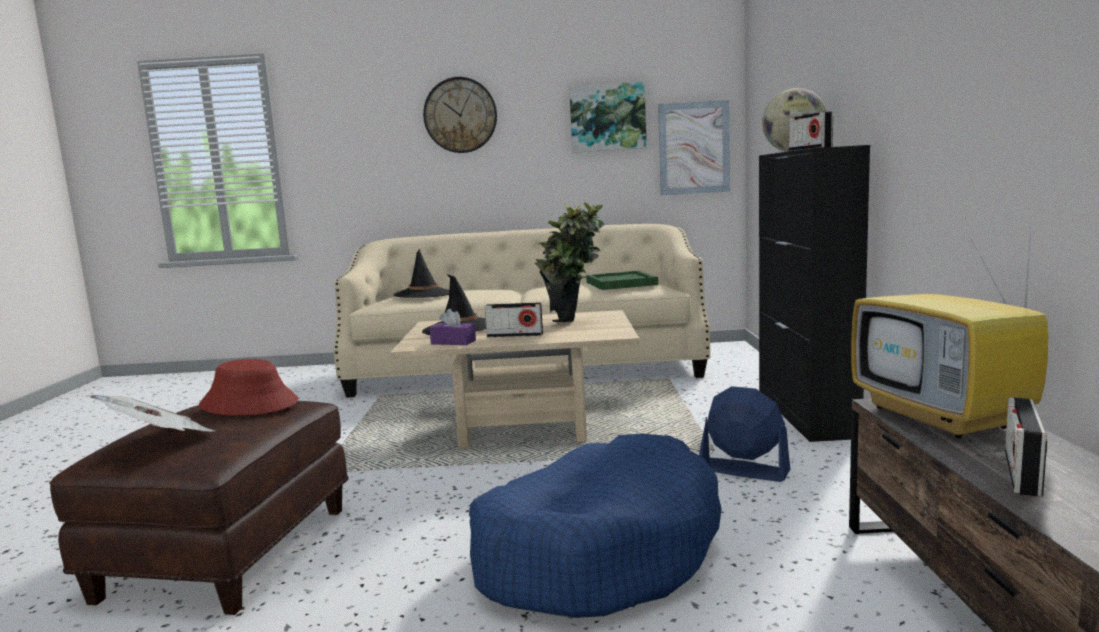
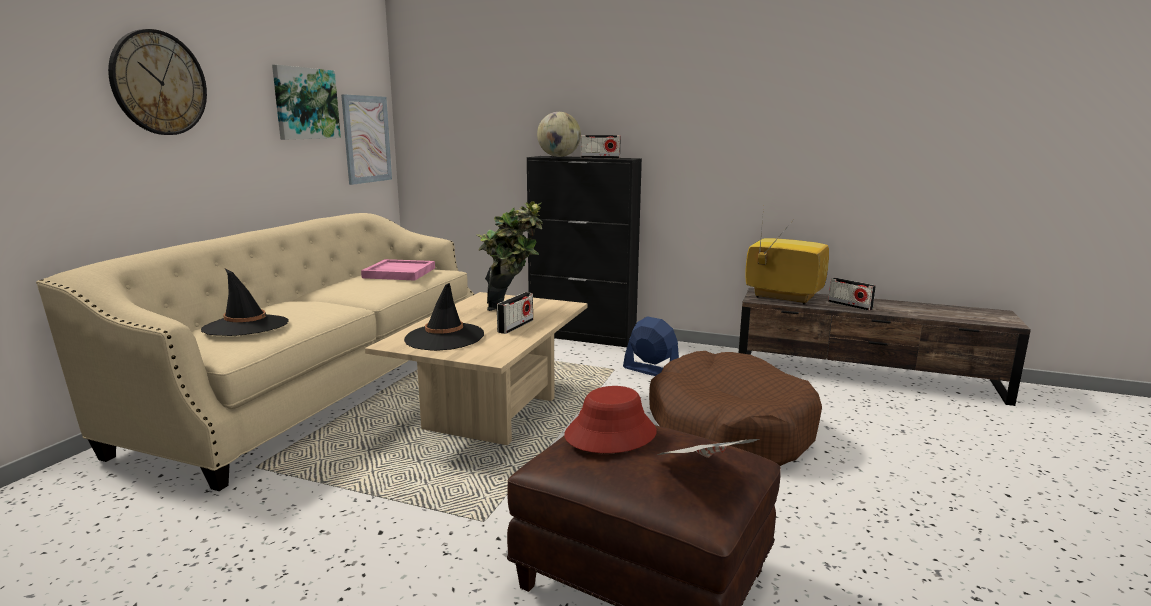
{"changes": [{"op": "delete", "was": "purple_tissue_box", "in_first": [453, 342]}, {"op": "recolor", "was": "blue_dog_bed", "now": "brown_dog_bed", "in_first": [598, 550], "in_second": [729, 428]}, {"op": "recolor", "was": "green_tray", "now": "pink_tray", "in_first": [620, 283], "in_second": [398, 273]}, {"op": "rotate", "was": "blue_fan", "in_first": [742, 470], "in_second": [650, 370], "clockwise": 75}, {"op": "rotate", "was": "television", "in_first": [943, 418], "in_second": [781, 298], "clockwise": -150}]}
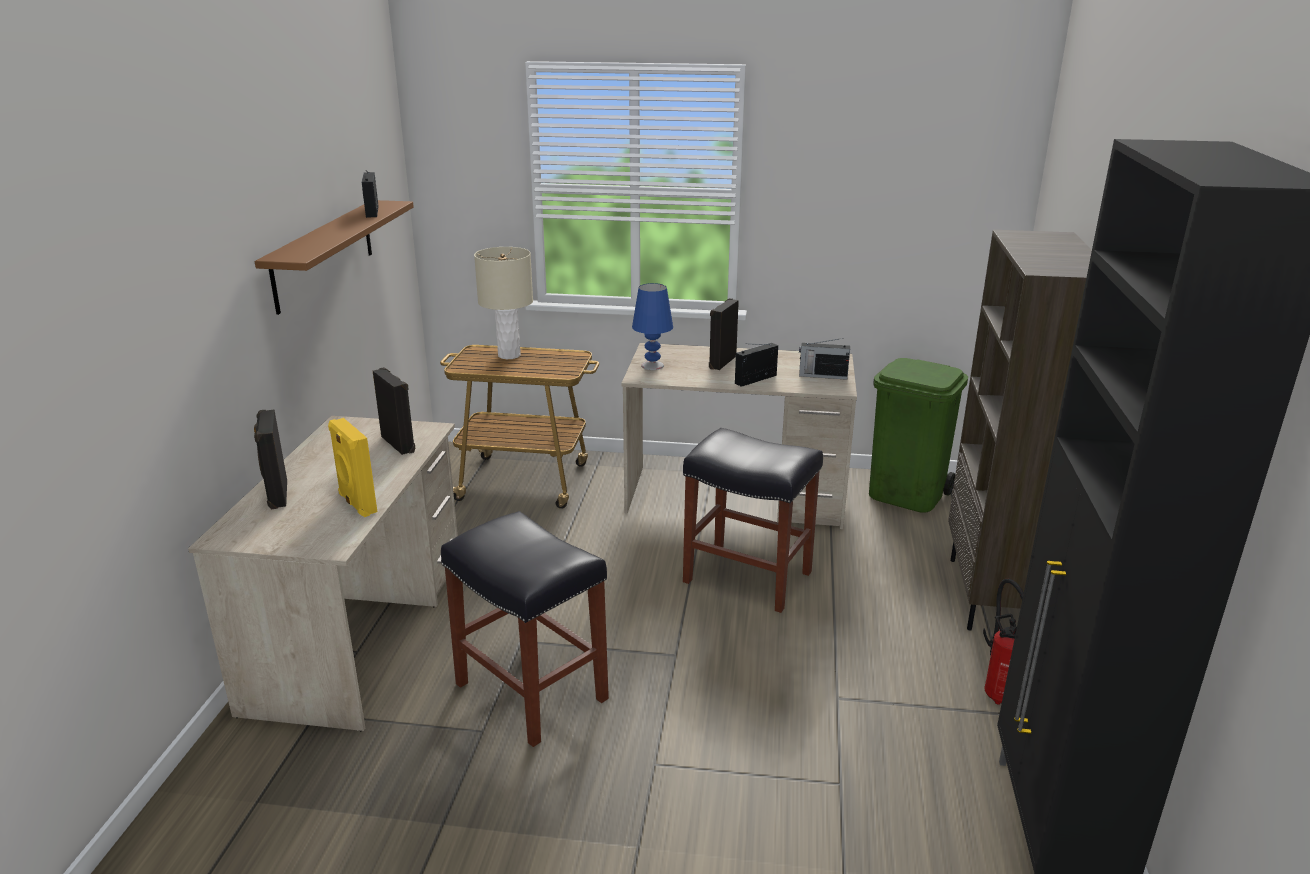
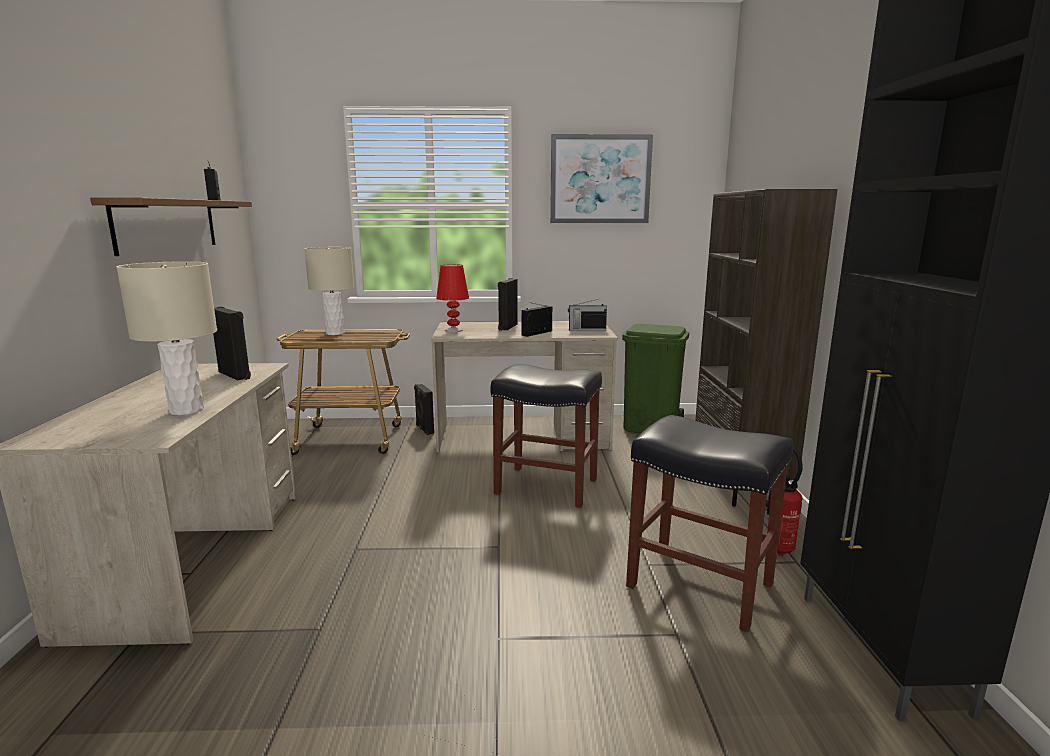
{"changes": [{"op": "move", "was": "black_speaker", "in_first": [277, 495], "in_second": [424, 429]}, {"op": "replace", "was": "yellow_speaker", "now": "beige_table_lamp", "in_first": [356, 504], "in_second": [187, 410]}, {"op": "move", "was": "black_stool", "in_first": [533, 692], "in_second": [702, 585]}, {"op": "recolor", "was": "blue_table_lamp", "now": "red_table_lamp", "in_first": [652, 366], "in_second": [454, 330]}, {"op": "insert", "now": "picture", "in_second": [600, 179]}]}
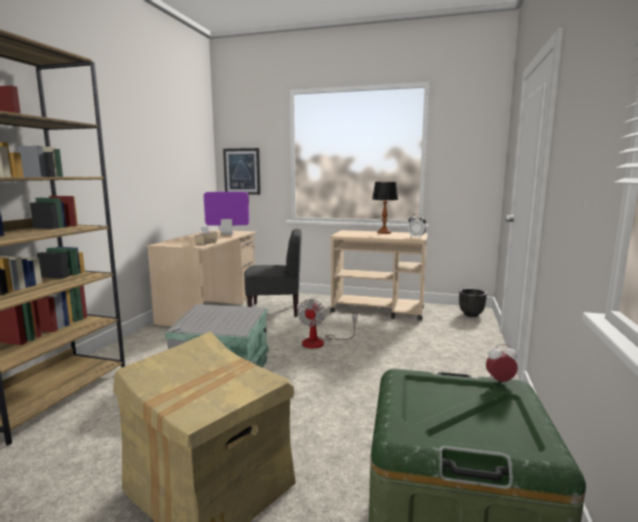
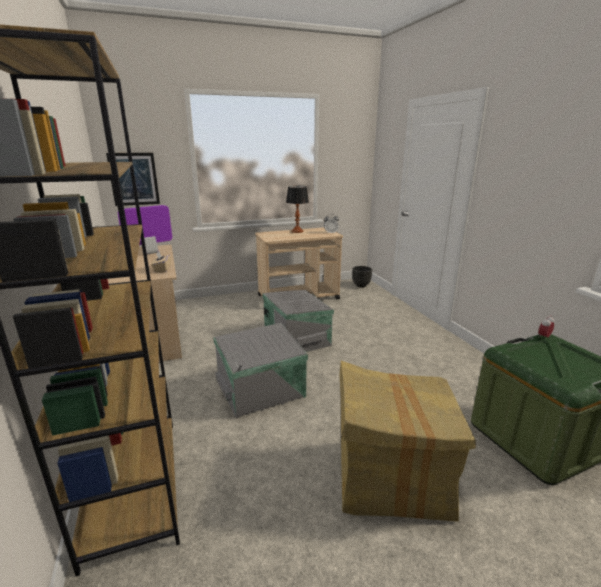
{"changes": [{"op": "delete", "was": "grey_chair", "in_first": [274, 310]}, {"op": "replace", "was": "fan", "now": "grey_storage_box", "in_first": [320, 342], "in_second": [297, 338]}]}
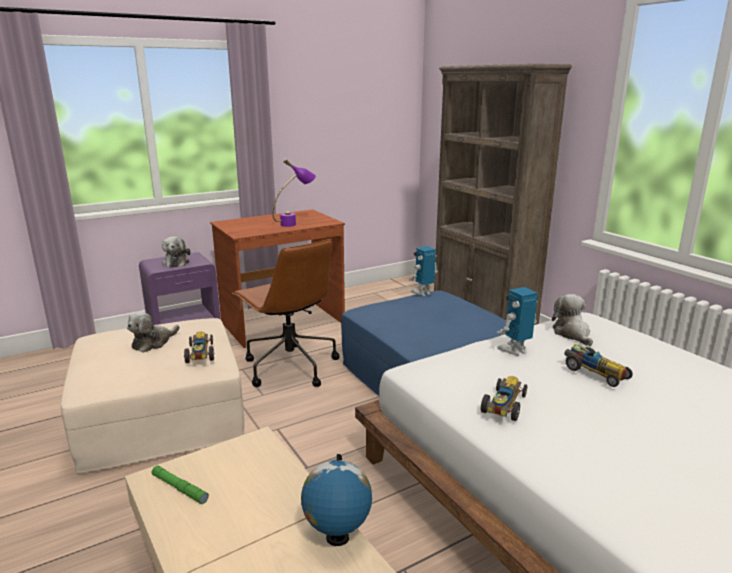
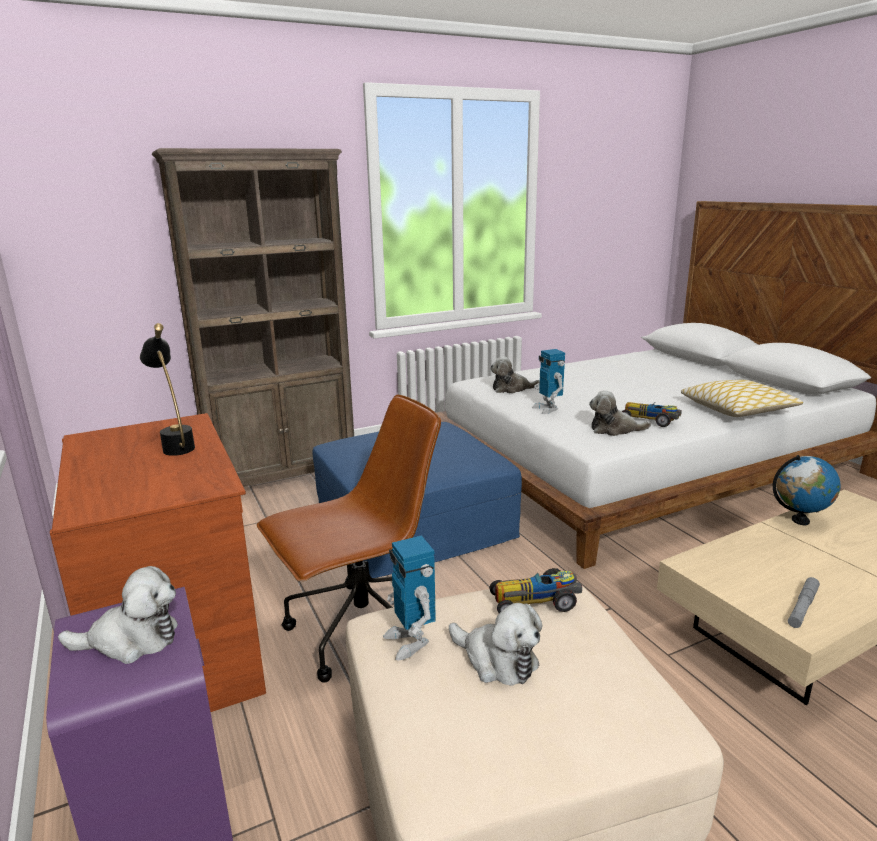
{"changes": [{"op": "recolor", "was": "green_flashlight", "now": "grey_flashlight", "in_first": [179, 488], "in_second": [802, 607]}, {"op": "recolor", "was": "purple_table_lamp", "now": "black_table_lamp", "in_first": [295, 223], "in_second": [175, 444]}, {"op": "move", "was": "toy_robot", "in_first": [422, 293], "in_second": [410, 641]}, {"op": "delete", "was": "toy_car", "in_first": [594, 372]}, {"op": "insert", "now": "plush_toy", "in_second": [614, 429]}, {"op": "insert", "now": "pillow", "in_second": [737, 409]}]}
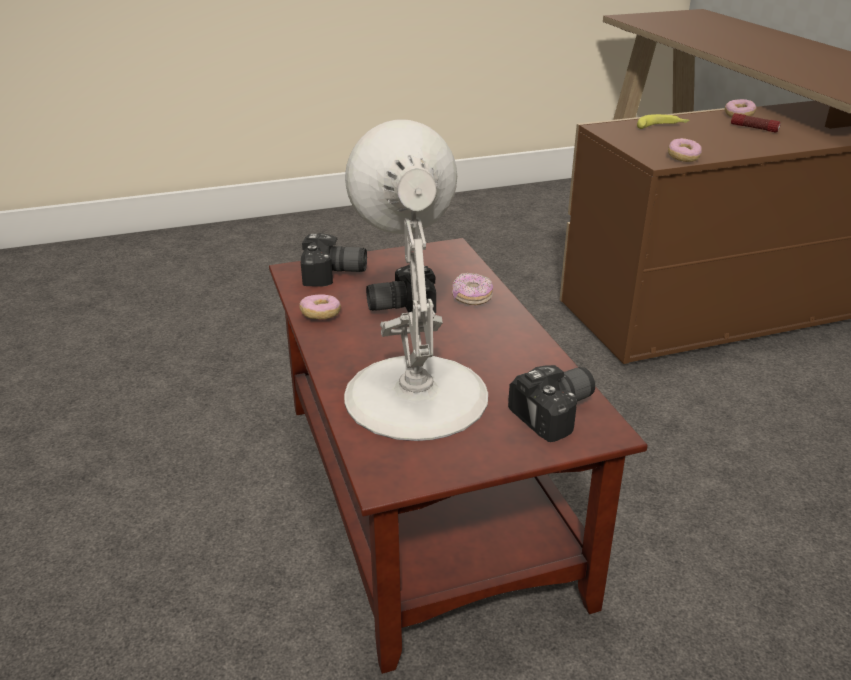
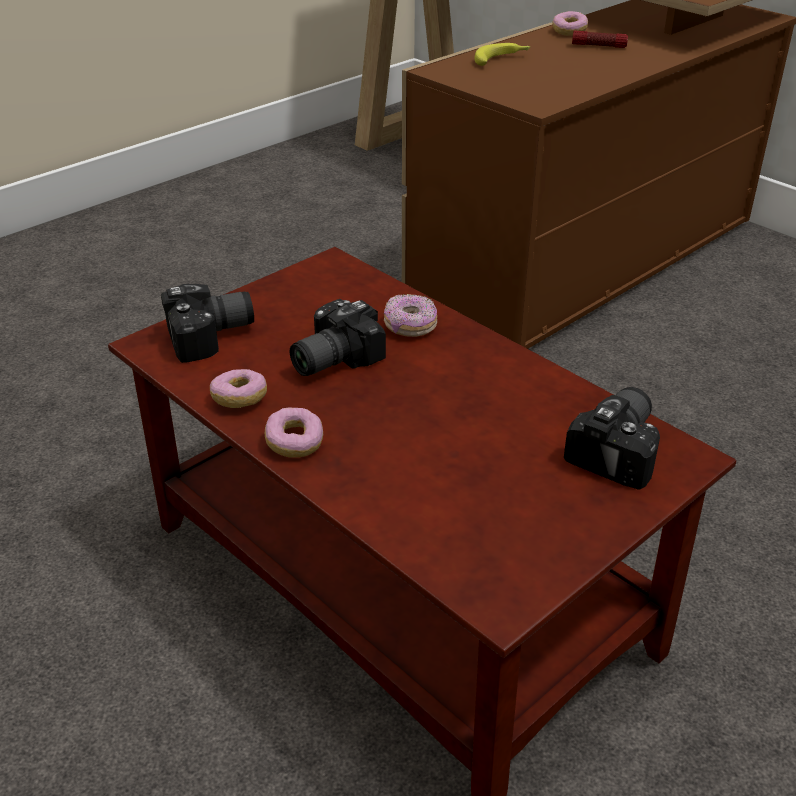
{"changes": [{"op": "delete", "was": "white_table_lamp", "in_first": [415, 393]}, {"op": "move", "was": "donut", "in_first": [683, 157], "in_second": [294, 443]}]}
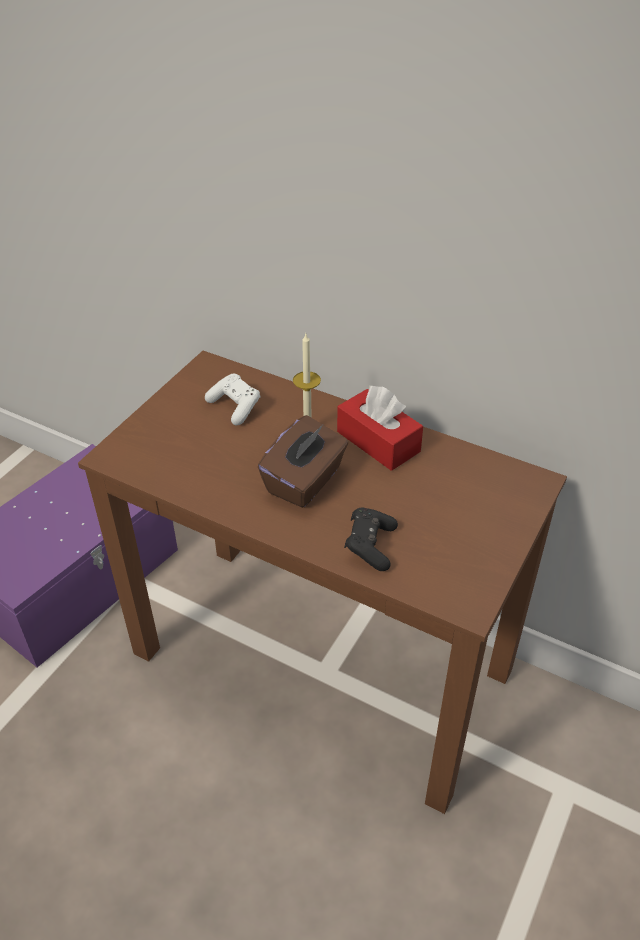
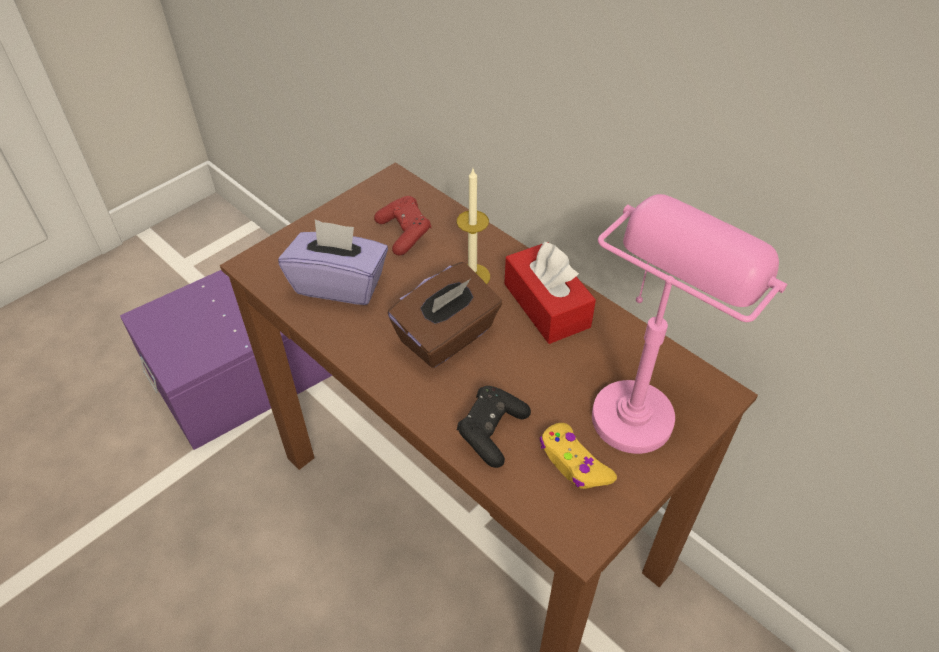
{"changes": [{"op": "recolor", "was": "white_game_controller", "now": "red_game_controller", "in_first": [235, 407], "in_second": [404, 233]}, {"op": "insert", "now": "purple_tissue_box", "in_second": [339, 284]}, {"op": "insert", "now": "yellow_game_controller", "in_second": [573, 463]}, {"op": "insert", "now": "pink_table_lamp", "in_second": [645, 399]}]}
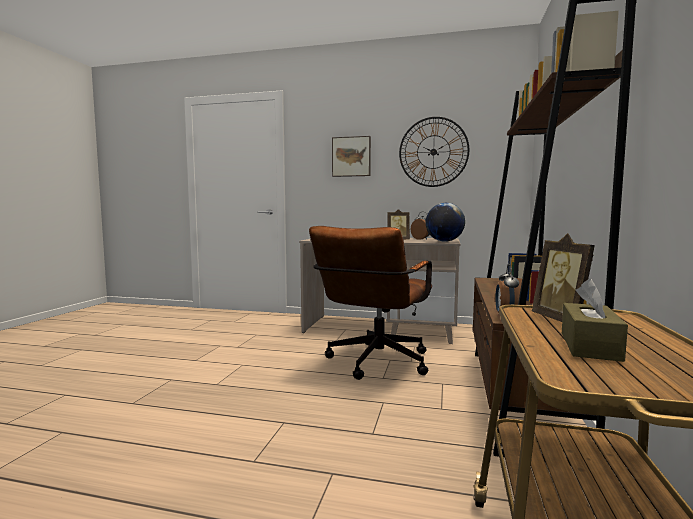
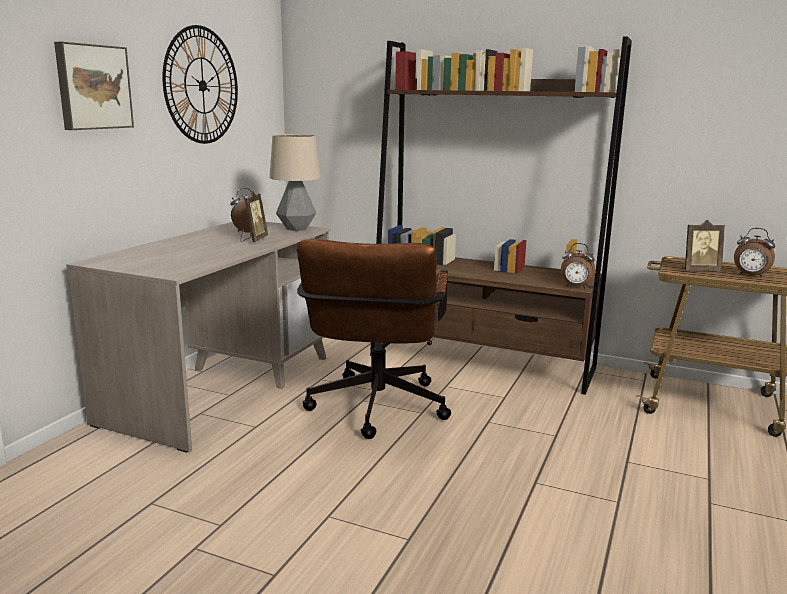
{"changes": [{"op": "rotate", "was": "brown_office_chair", "in_first": [374, 364], "in_second": [375, 411], "clockwise": 60}, {"op": "replace", "was": "globe", "now": "table_lamp", "in_first": [444, 241], "in_second": [296, 228]}, {"op": "replace", "was": "brown_tissue_box", "now": "alarm_clock", "in_first": [589, 346], "in_second": [750, 276]}]}
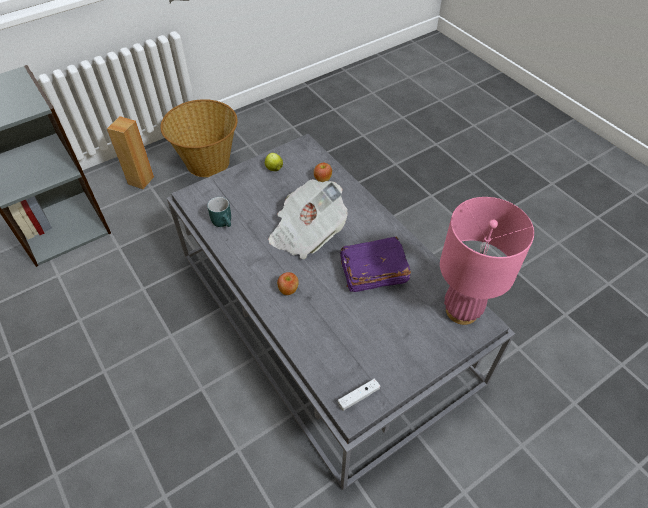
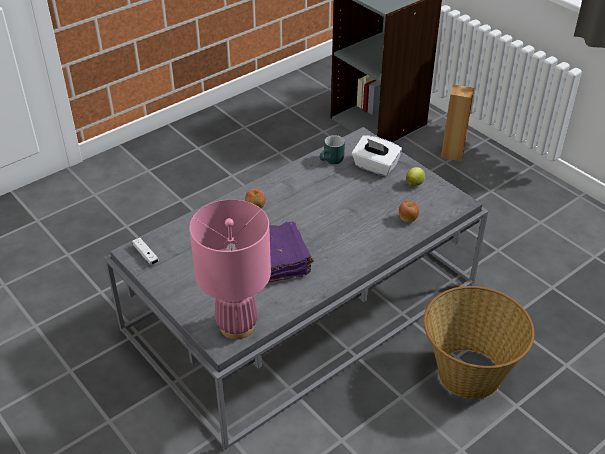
{"changes": [{"op": "move", "was": "basket", "in_first": [207, 163], "in_second": [468, 374]}, {"op": "delete", "was": "newspaper", "in_first": [306, 232]}, {"op": "insert", "now": "white_tissue_box", "in_second": [375, 166]}]}
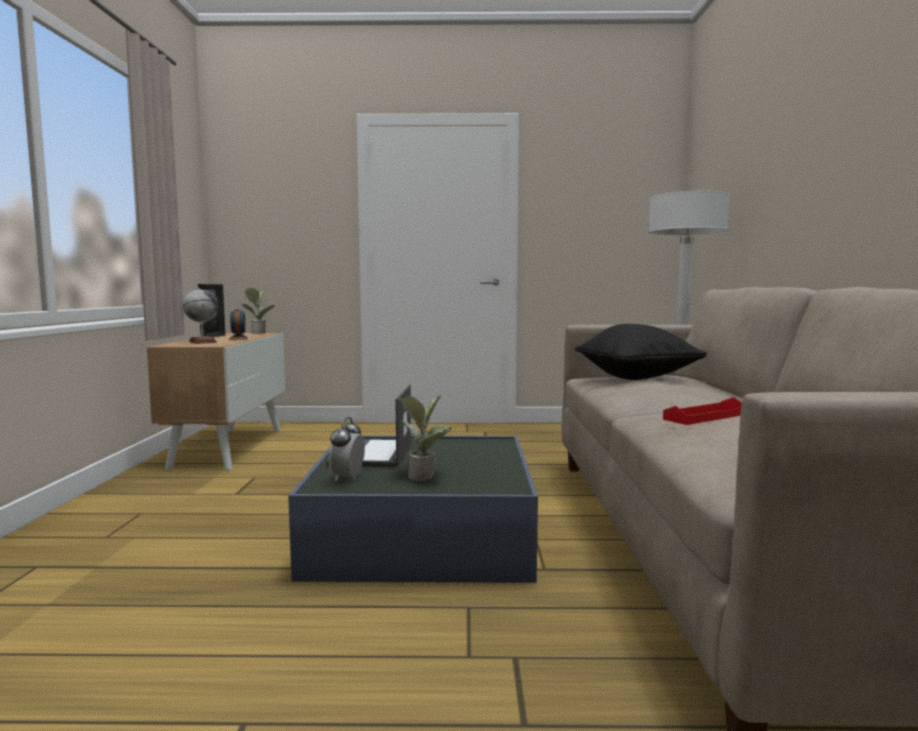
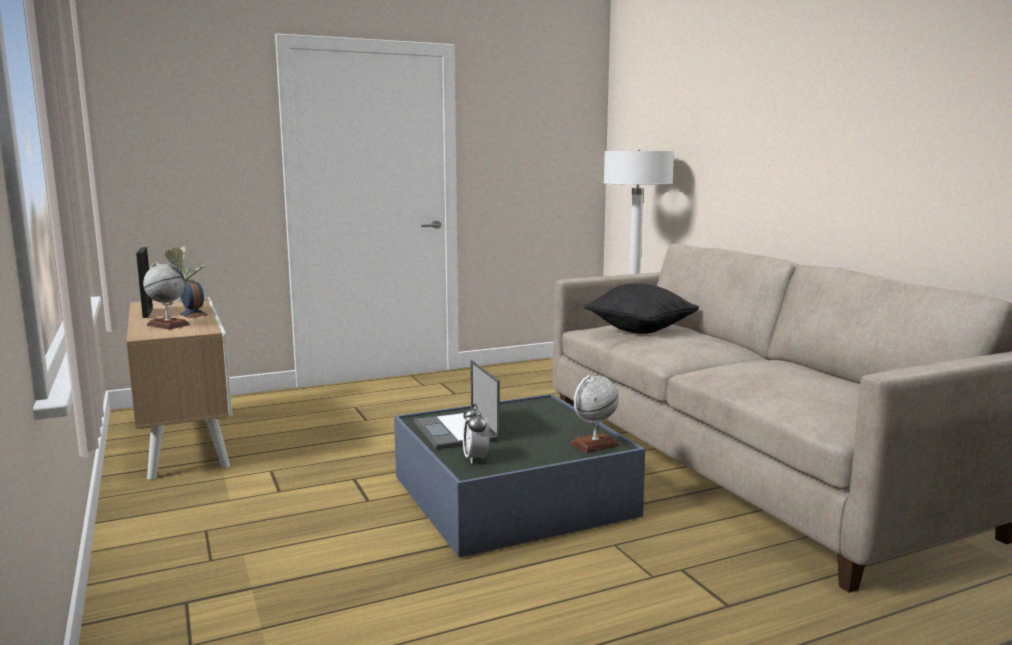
{"changes": [{"op": "delete", "was": "potted_plant", "in_first": [426, 476]}, {"op": "delete", "was": "red_tray", "in_first": [705, 417]}, {"op": "insert", "now": "globe", "in_second": [594, 444]}]}
